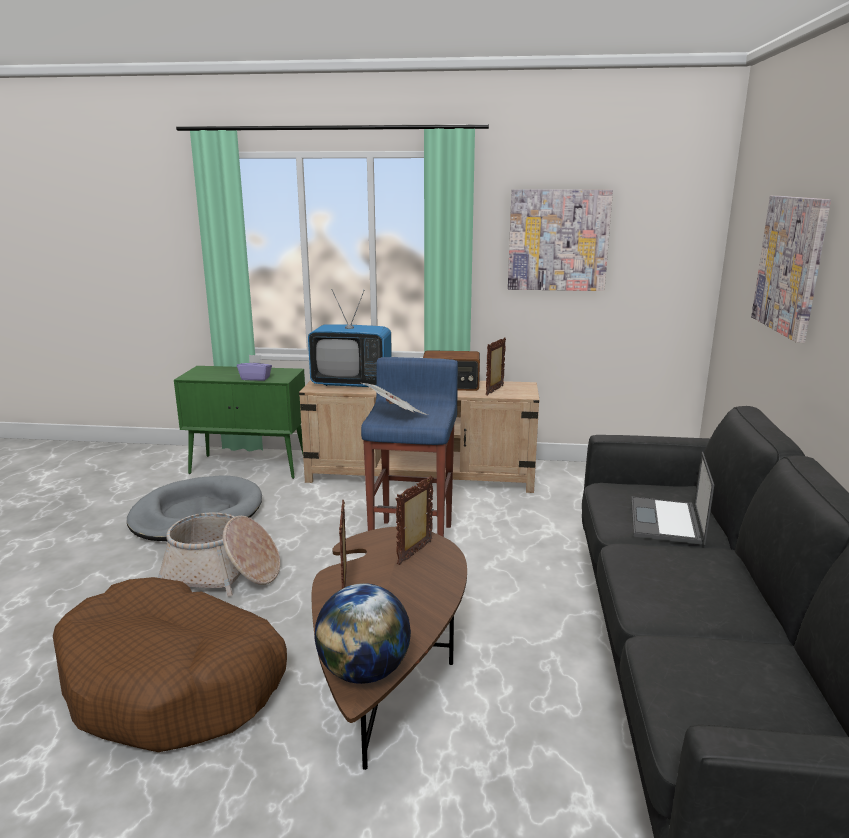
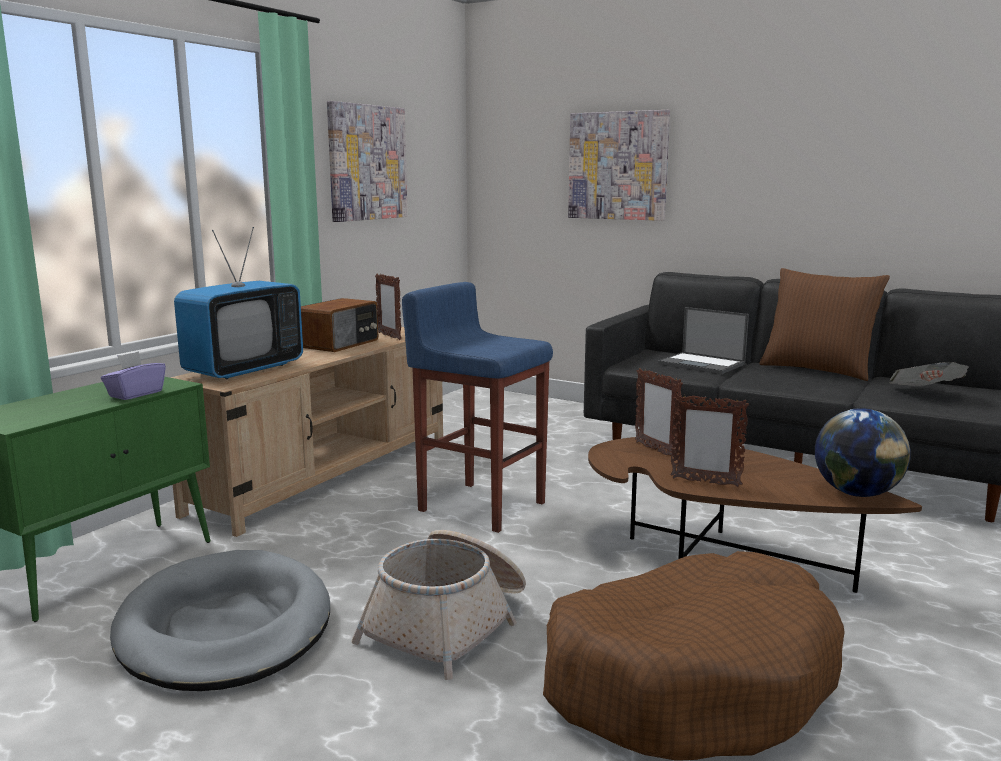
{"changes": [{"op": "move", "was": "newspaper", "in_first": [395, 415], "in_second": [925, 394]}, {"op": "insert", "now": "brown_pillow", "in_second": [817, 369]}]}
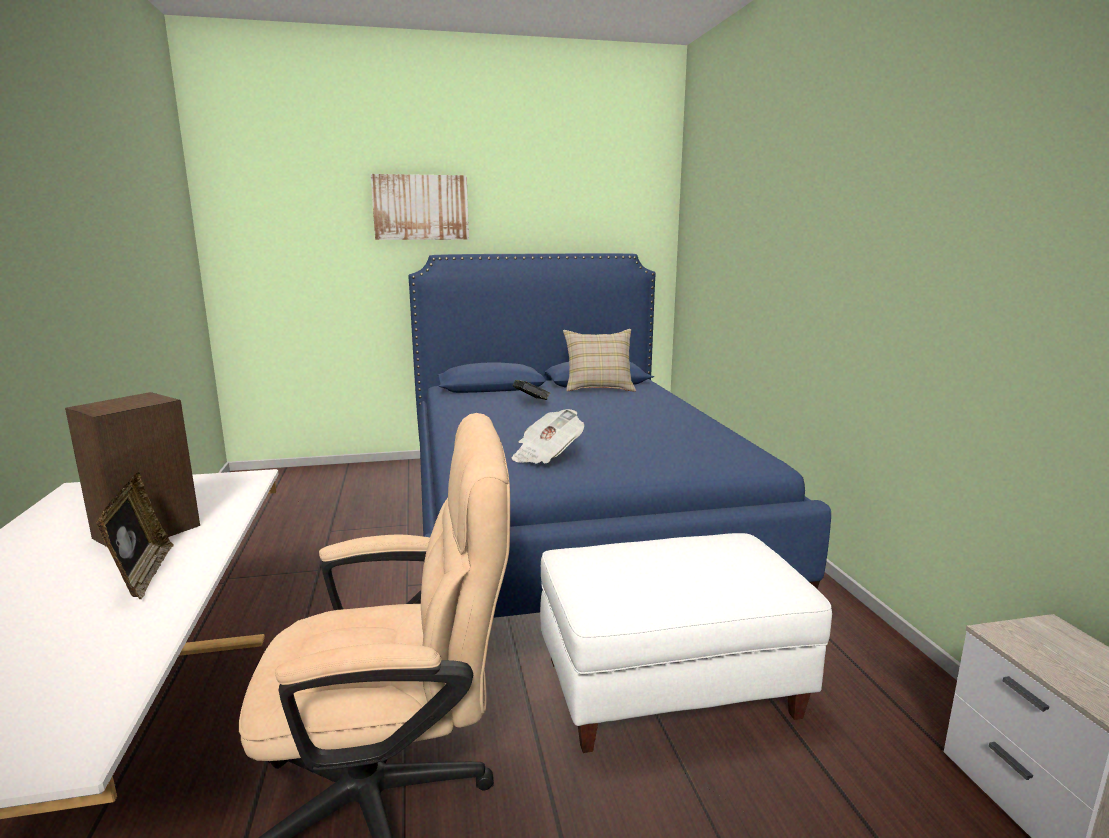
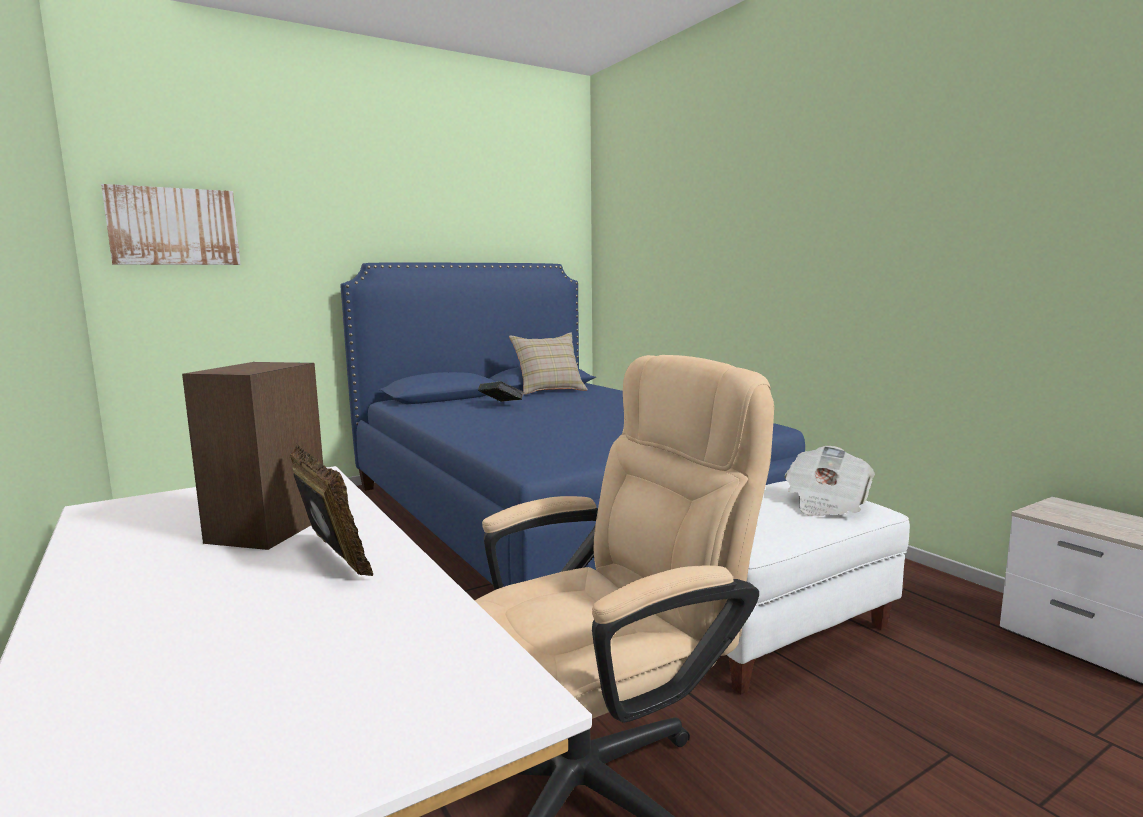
{"changes": [{"op": "move", "was": "picture", "in_first": [420, 207], "in_second": [174, 226]}, {"op": "move", "was": "newspaper", "in_first": [546, 455], "in_second": [825, 504]}]}
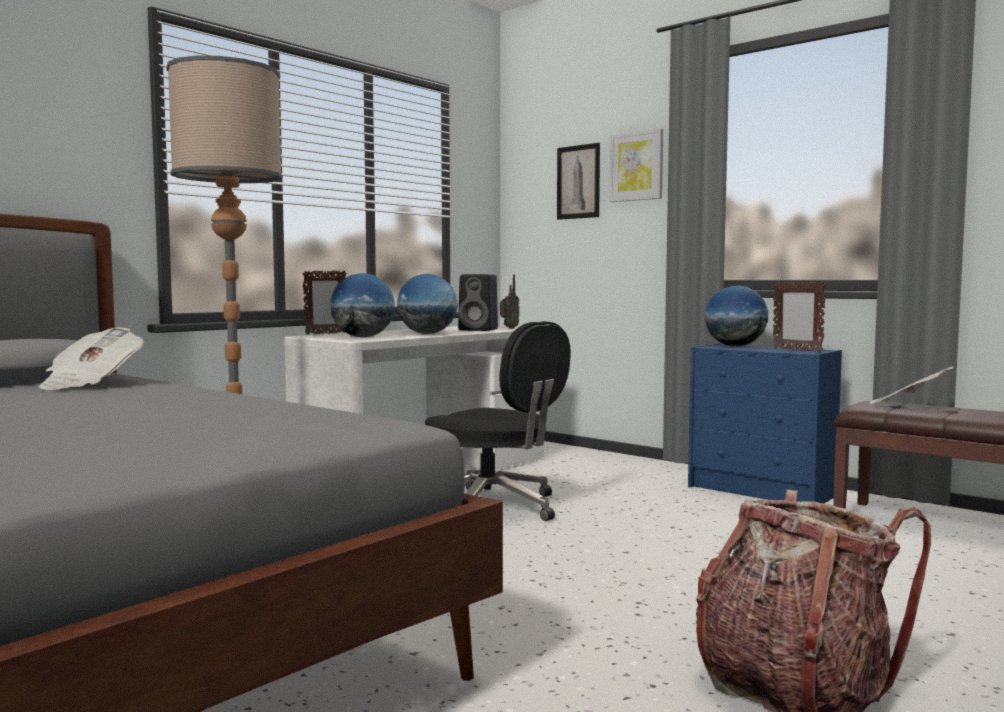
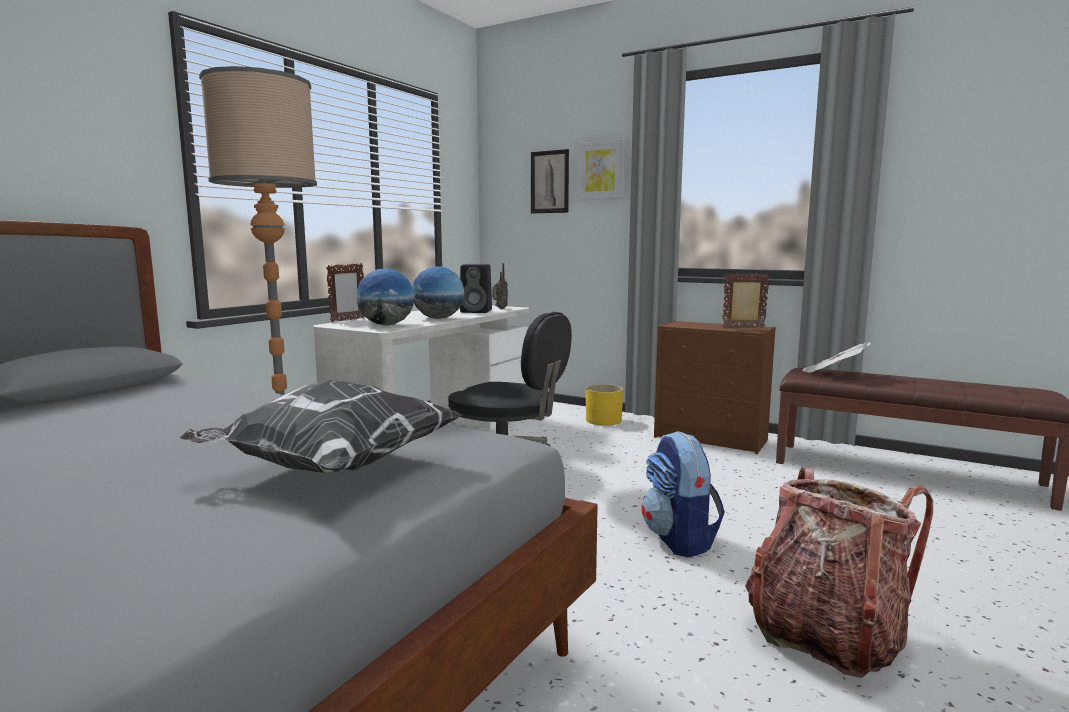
{"changes": [{"op": "delete", "was": "newspaper", "in_first": [90, 384]}, {"op": "recolor", "was": "blue_dresser", "now": "brown_dresser", "in_first": [762, 492], "in_second": [711, 439]}, {"op": "delete", "was": "globe", "in_first": [735, 346]}, {"op": "rotate", "was": "picture_frame", "in_first": [797, 350], "in_second": [744, 328], "clockwise": 135}, {"op": "insert", "now": "pillow", "in_second": [330, 469]}, {"op": "insert", "now": "yellow_planter", "in_second": [604, 420]}, {"op": "insert", "now": "backpack", "in_second": [679, 540]}]}
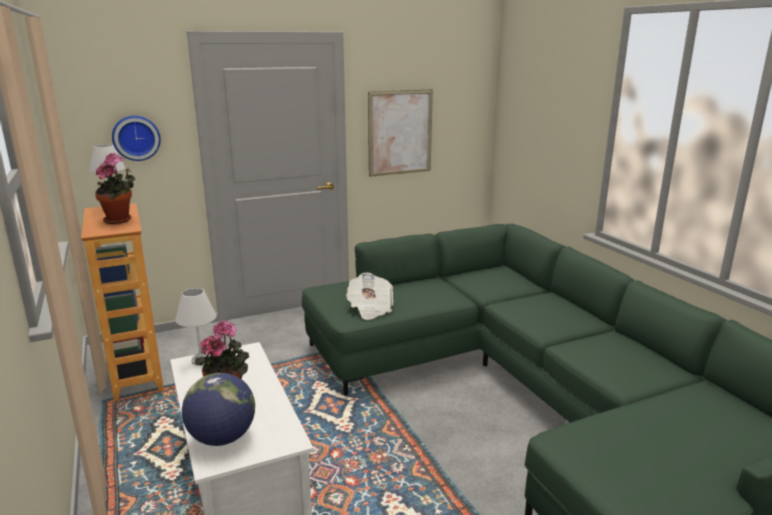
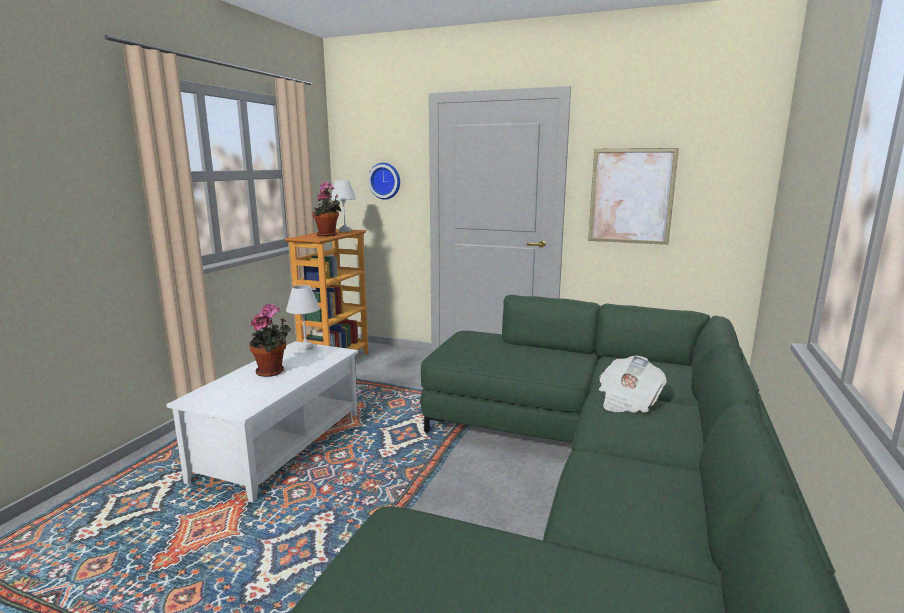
{"changes": [{"op": "delete", "was": "globe", "in_first": [222, 438]}, {"op": "move", "was": "newspaper", "in_first": [370, 308], "in_second": [627, 401]}]}
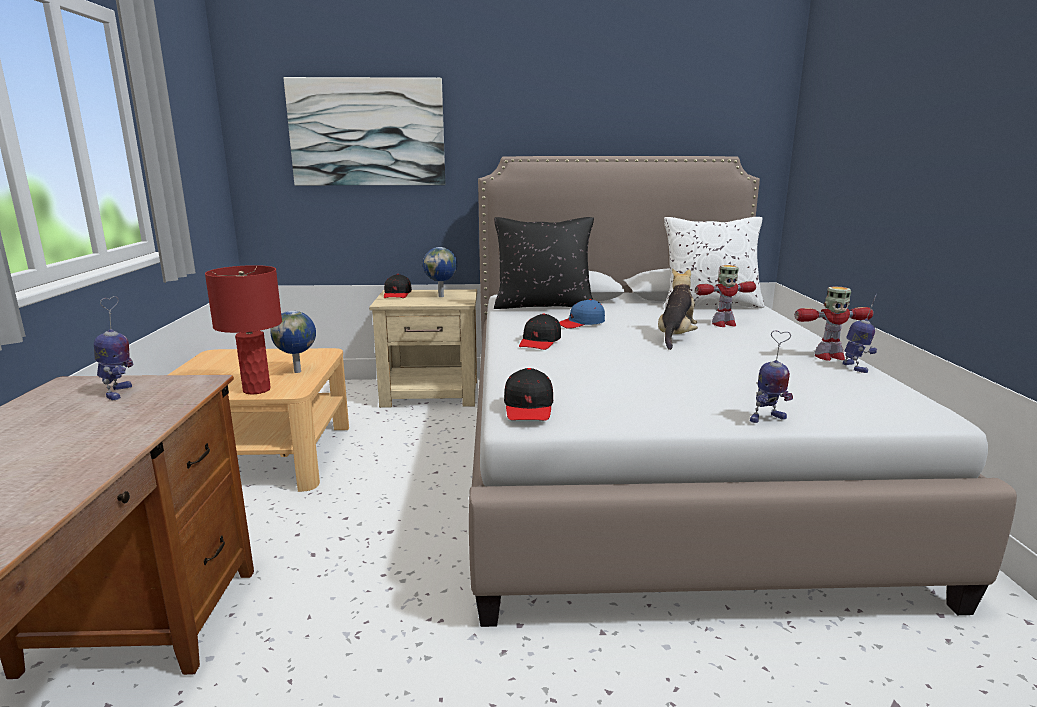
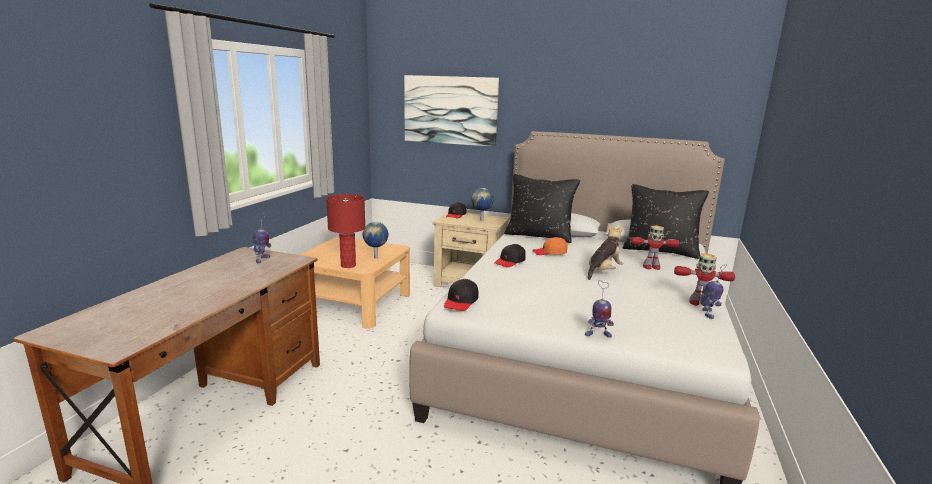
{"changes": [{"op": "recolor", "was": "blue_cap", "now": "orange_cap", "in_first": [581, 323], "in_second": [550, 252]}, {"op": "recolor", "was": "white_pillow", "now": "black_pillow", "in_first": [709, 304], "in_second": [660, 250]}]}
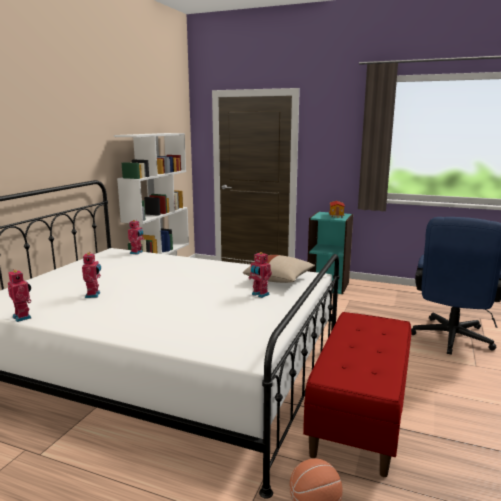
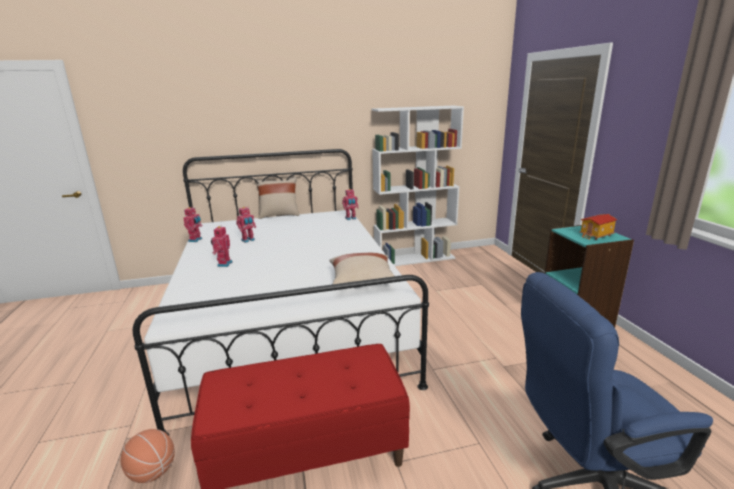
{"changes": [{"op": "move", "was": "toy_robot", "in_first": [259, 295], "in_second": [223, 264]}, {"op": "insert", "now": "beige_pillow", "in_second": [279, 215]}]}
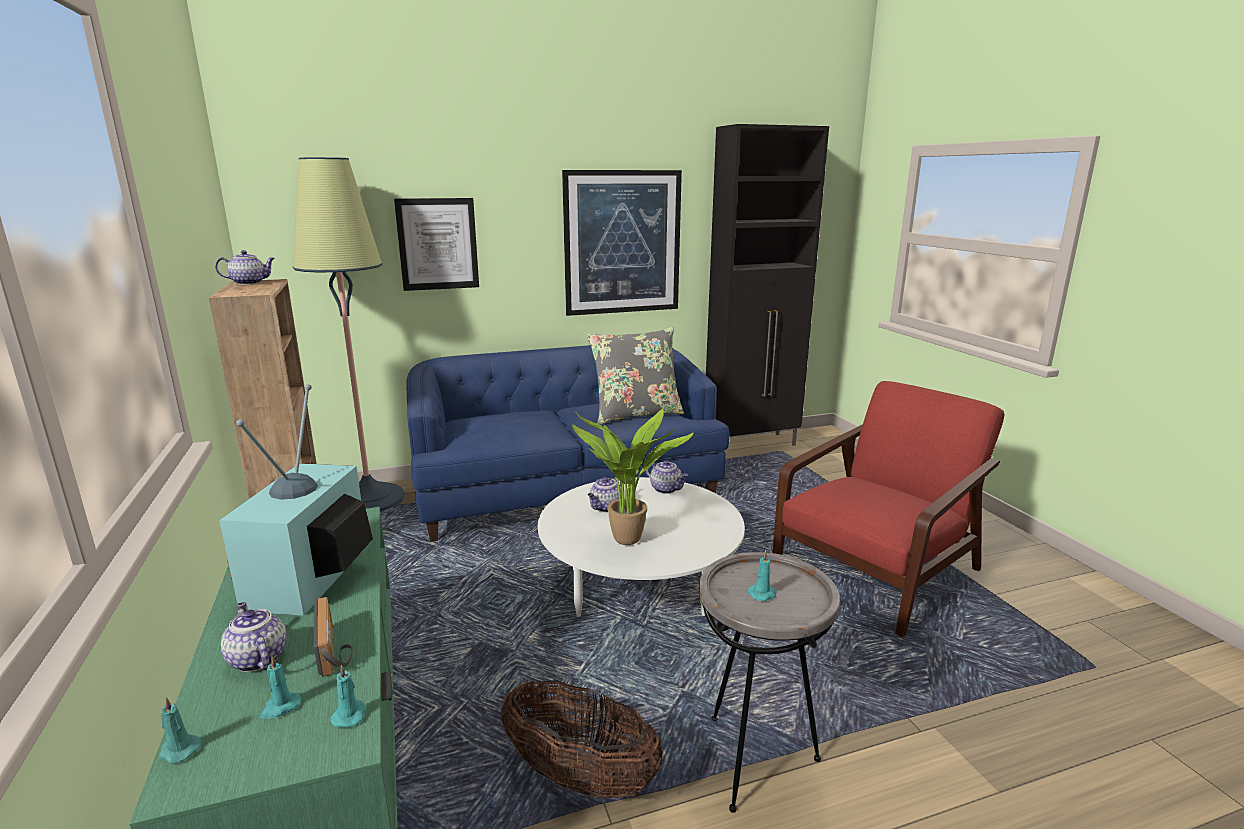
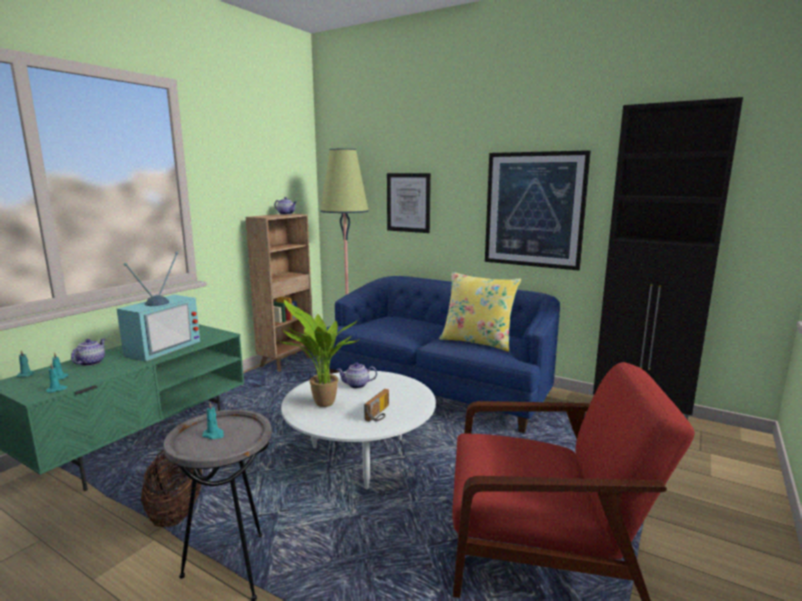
{"changes": [{"op": "rotate", "was": "television", "in_first": [314, 577], "in_second": [161, 347], "clockwise": 150}, {"op": "move", "was": "radio", "in_first": [335, 650], "in_second": [380, 414]}, {"op": "recolor", "was": "grey_pillow", "now": "yellow_pillow", "in_first": [636, 414], "in_second": [477, 342]}, {"op": "delete", "was": "teapot", "in_first": [666, 489]}]}
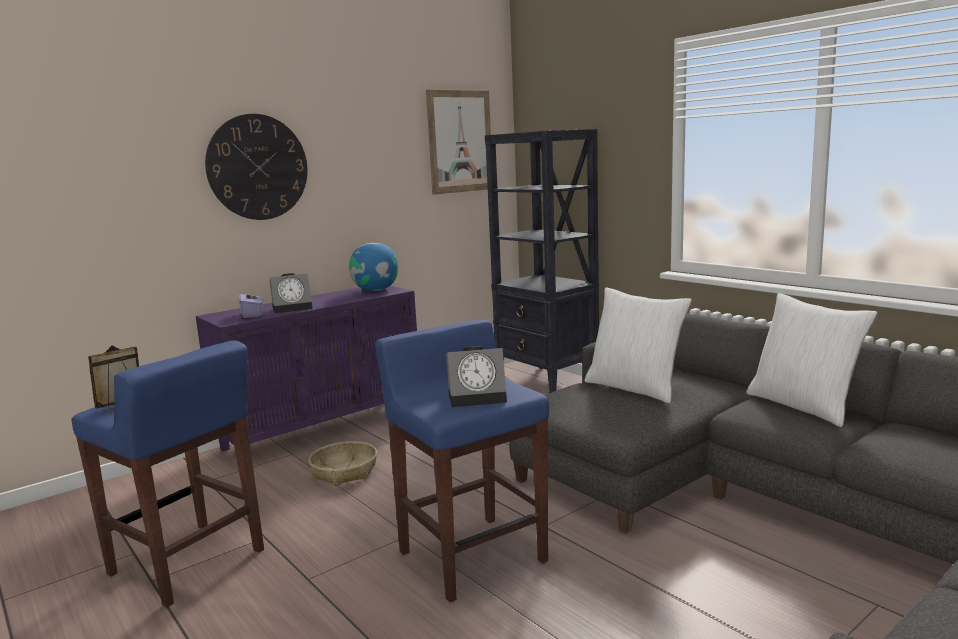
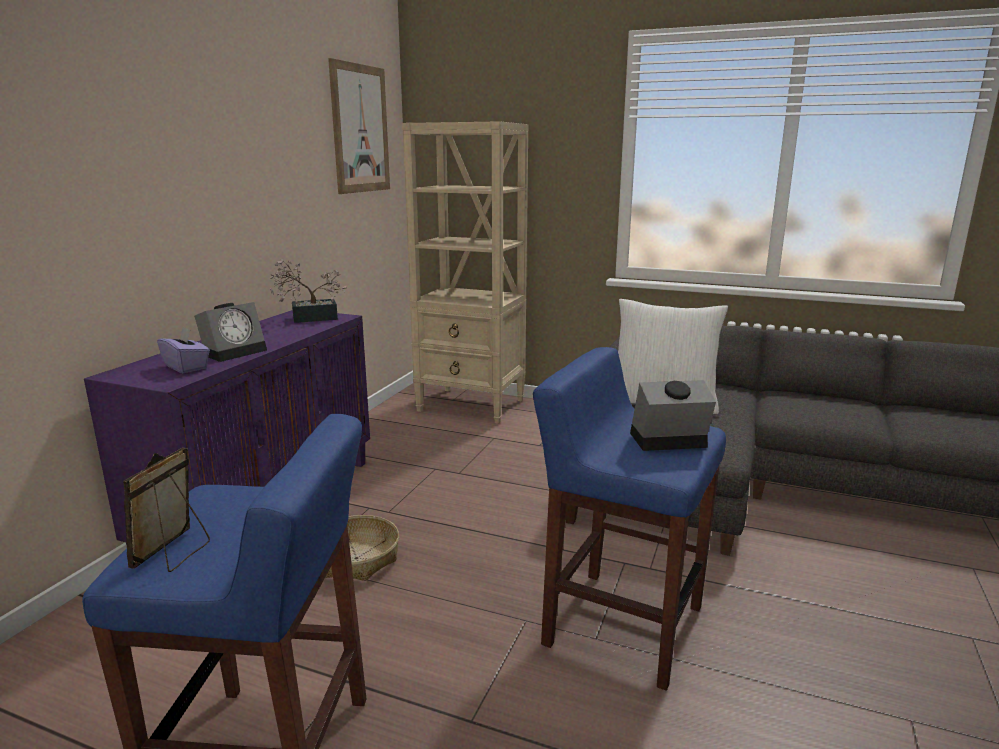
{"changes": [{"op": "delete", "was": "wall_clock", "in_first": [258, 167]}, {"op": "replace", "was": "globe", "now": "potted_plant", "in_first": [375, 290], "in_second": [309, 318]}, {"op": "rotate", "was": "alarm_clock", "in_first": [479, 397], "in_second": [667, 442], "clockwise": -150}, {"op": "recolor", "was": "black_bookcase", "now": "beige_bookcase", "in_first": [547, 382], "in_second": [472, 405]}, {"op": "delete", "was": "white_pillow", "in_first": [803, 406]}]}
